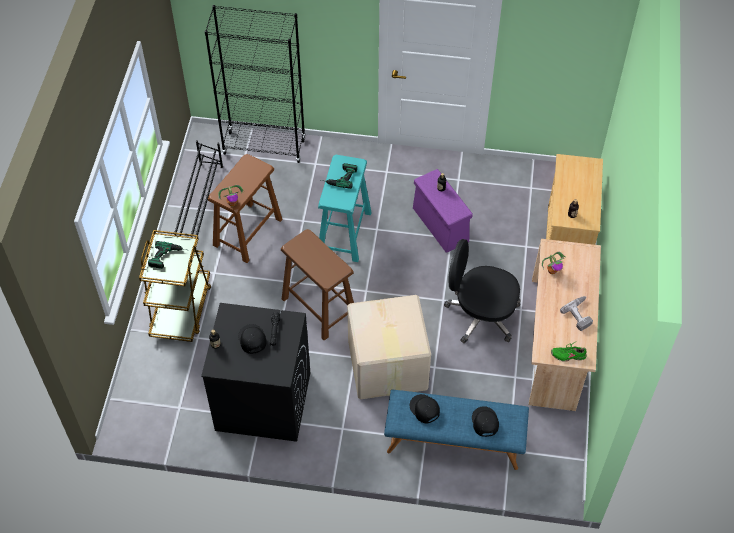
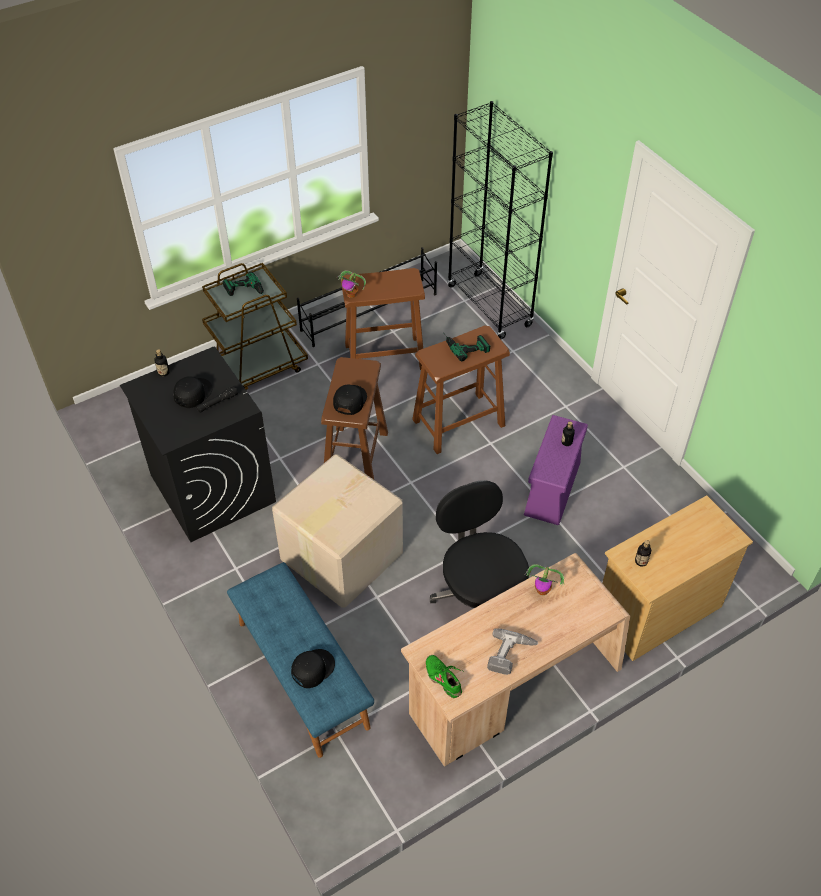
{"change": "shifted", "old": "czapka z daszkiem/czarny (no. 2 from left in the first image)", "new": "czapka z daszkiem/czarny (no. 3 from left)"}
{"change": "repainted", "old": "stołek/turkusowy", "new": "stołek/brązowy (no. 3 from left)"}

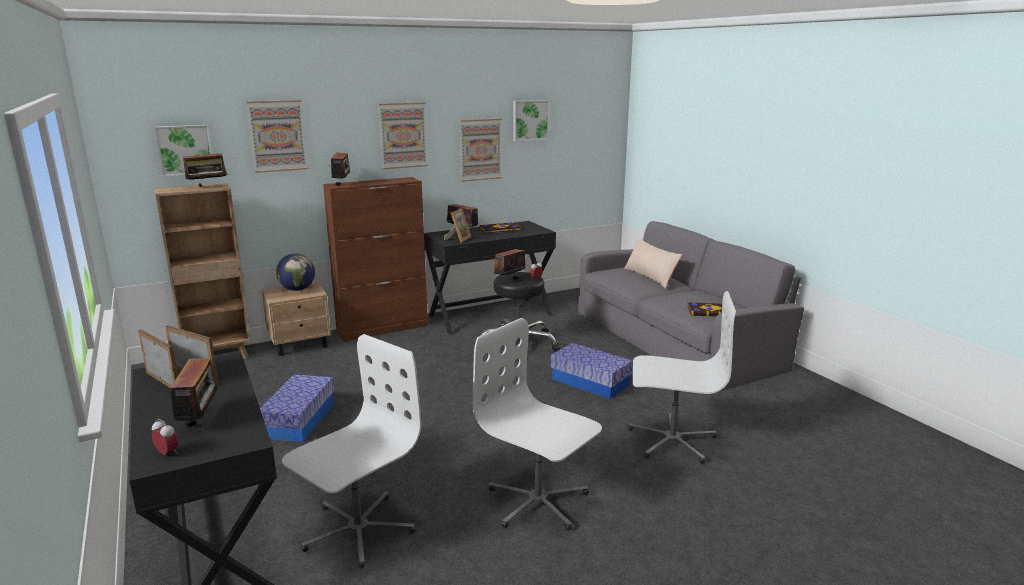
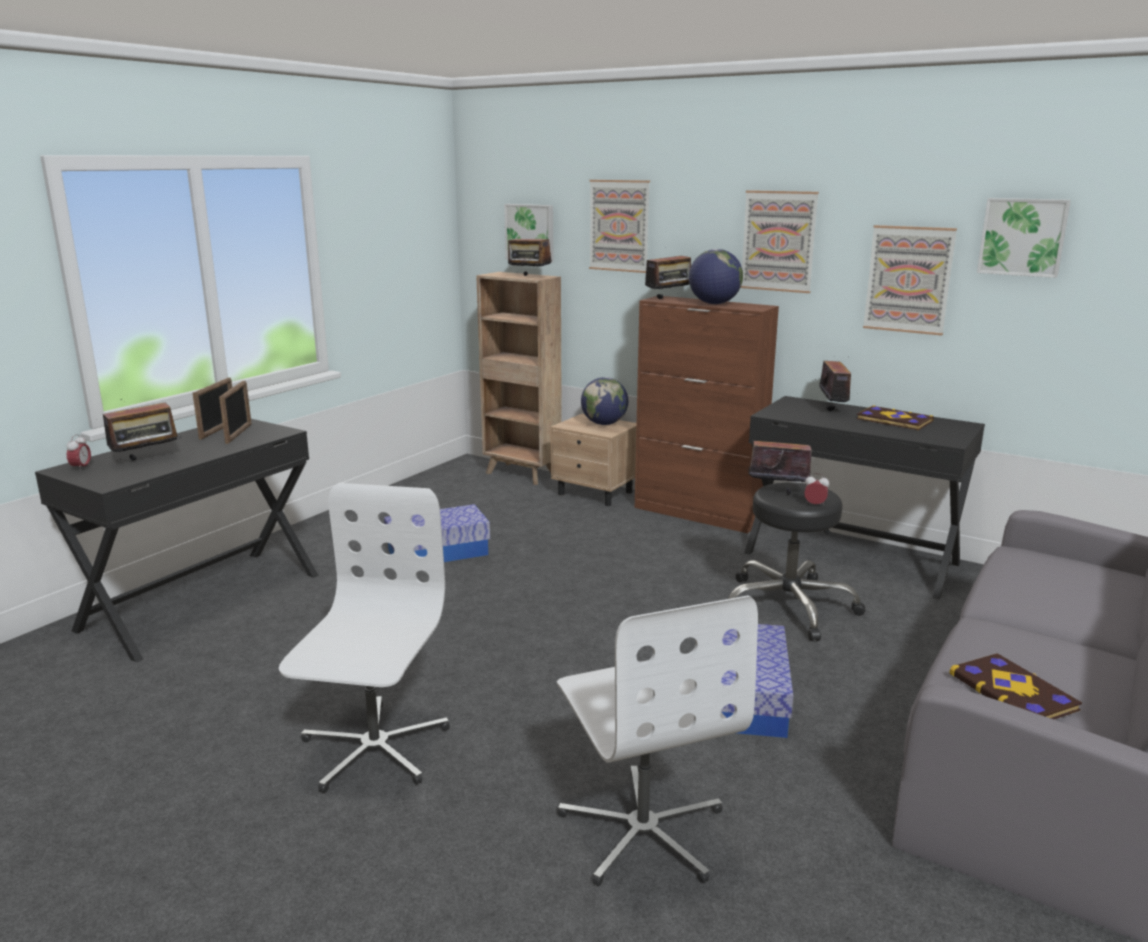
{"change": "new", "new": "globus (no. 2 from left)"}
{"change": "gone", "old": "krzesło biurowe/biały (no. 1 from left)"}
{"change": "gone", "old": "ramka na zdjęcie (no. 3 from left)"}
{"change": "gone", "old": "poduszka/beżowy"}

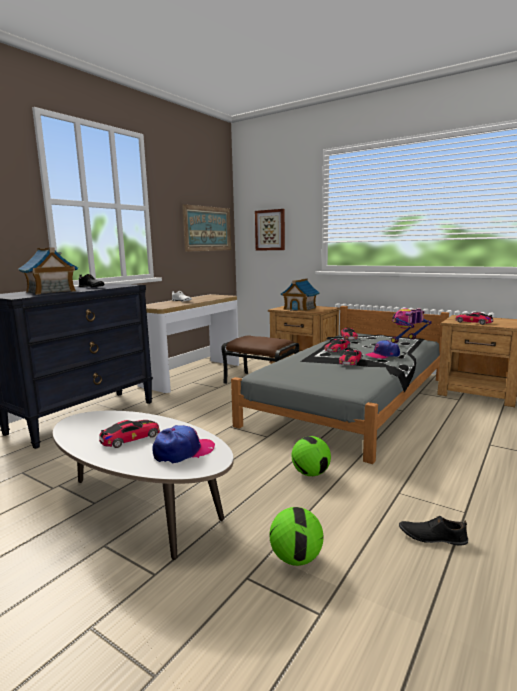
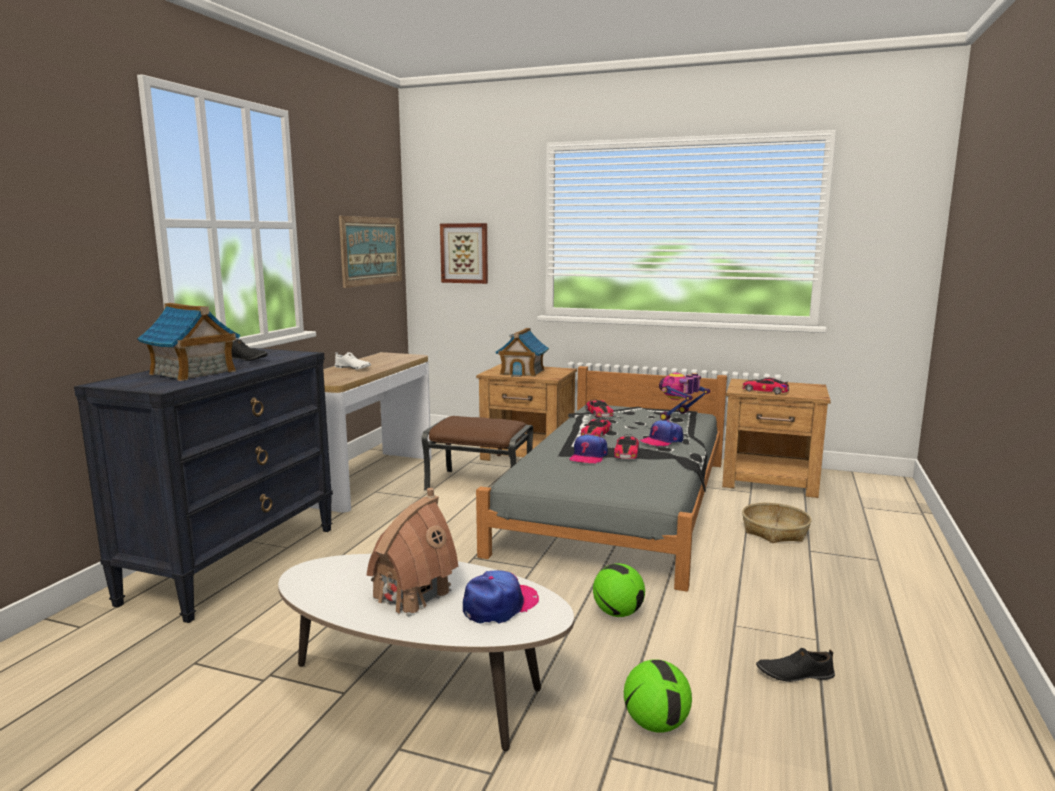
{"change": "swapped", "old": "samochodzik (no. 1 from left)", "new": "domek (no. 2 from left)"}
{"change": "new", "new": "czapka z daszkiem (no. 2 from left)"}
{"change": "new", "new": "koszyk"}

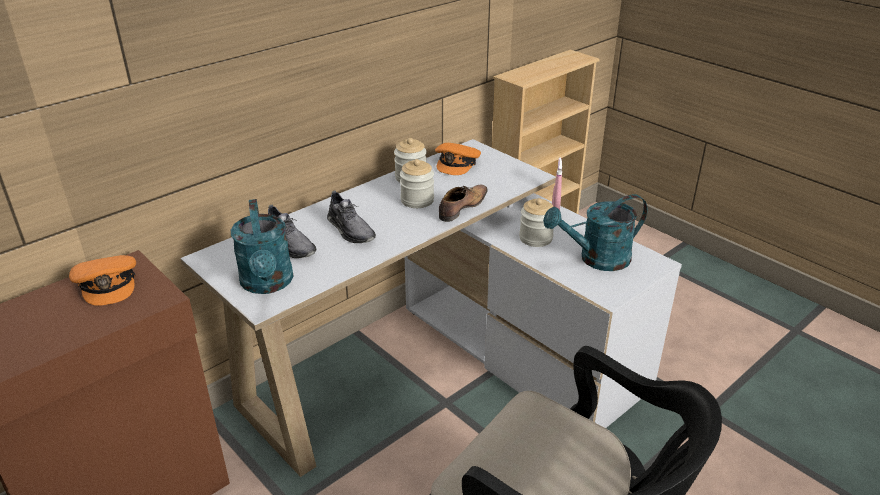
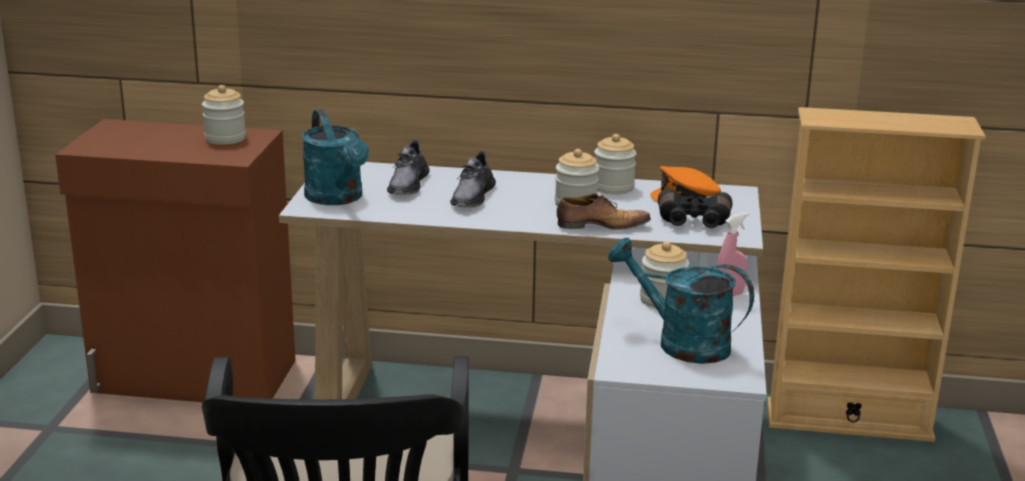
{"change": "swapped", "old": "czapka z daszkiem/pomarańczowy (no. 1 from left)", "new": "słoik (no. 1 from left)"}
{"change": "rotated", "old": "konewka/turkusowy (no. 1 from left)", "degrees": -60}
{"change": "new", "new": "lornetka/czarny"}

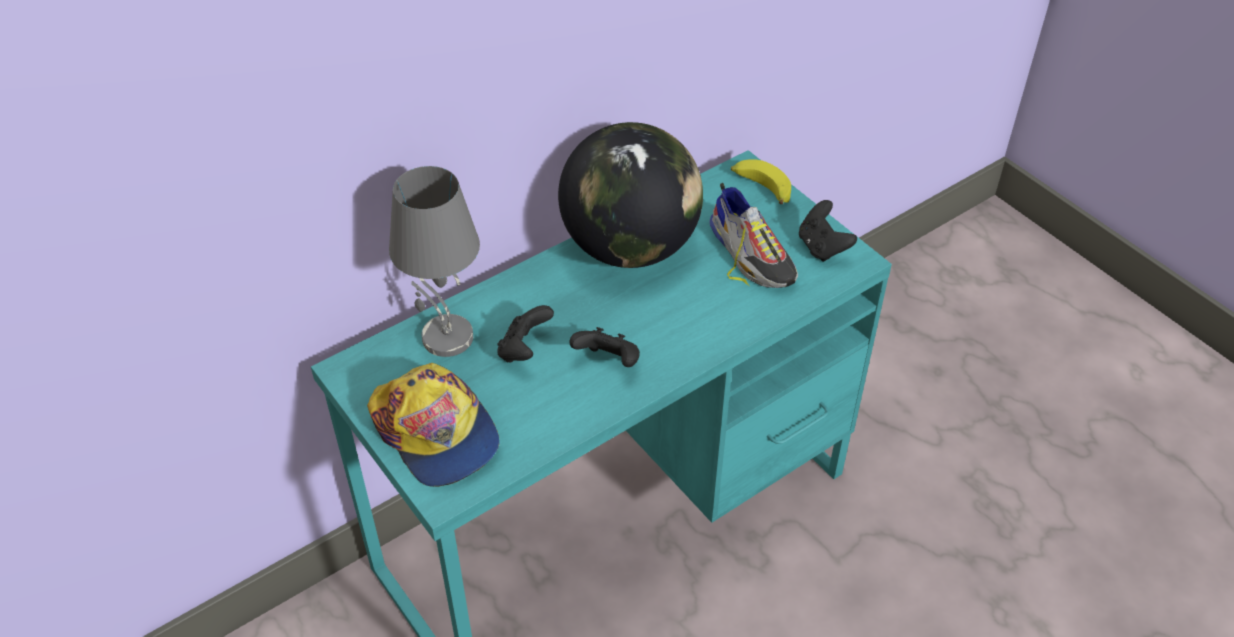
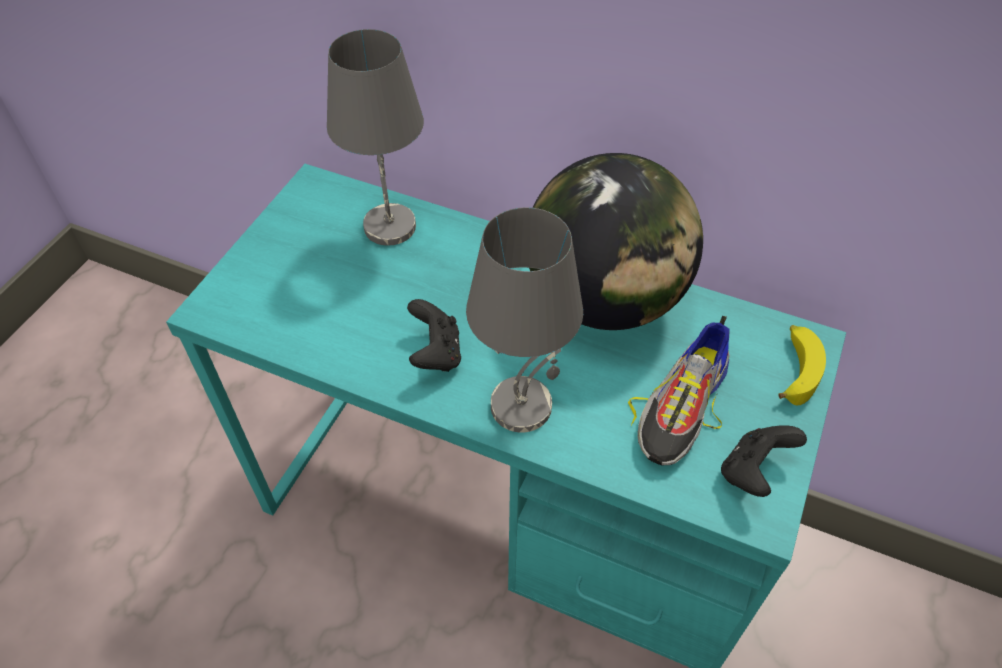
{"change": "new", "new": "lampa stołowa/szary (no. 2 from left)"}
{"change": "gone", "old": "czapka z daszkiem"}
{"change": "gone", "old": "pad do gier/czarny (no. 1 from left)"}

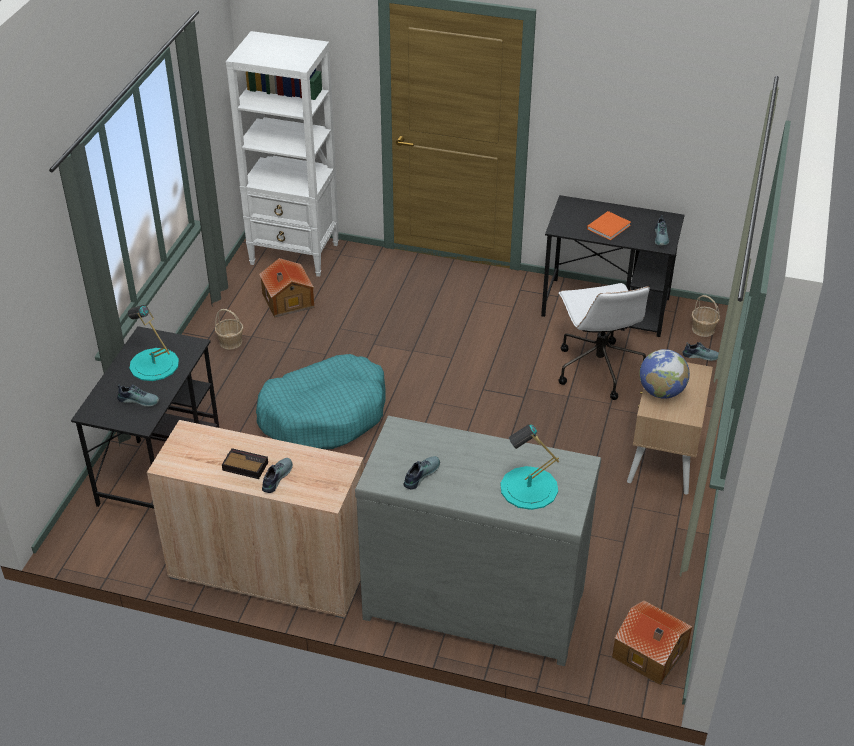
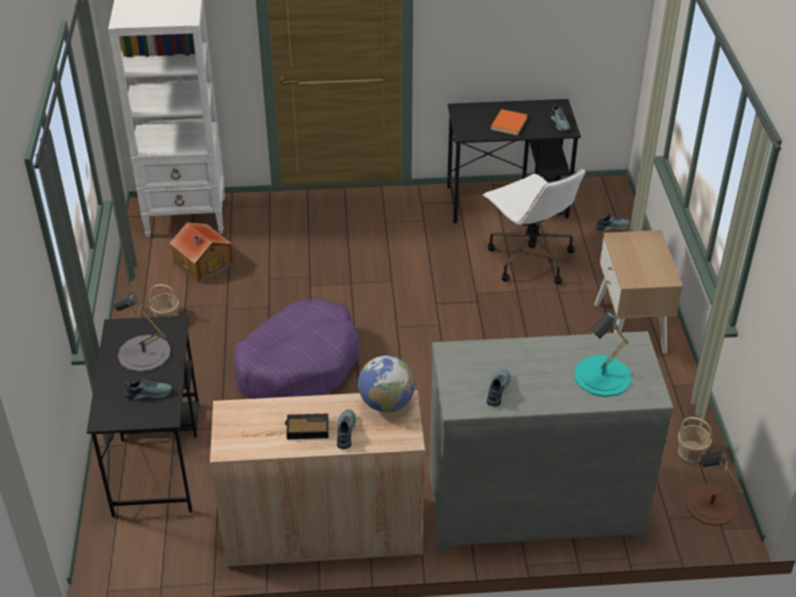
{"change": "repainted", "old": "lampa stołowa/turkusowy (no. 1 from left)", "new": "lampa stołowa/szary"}
{"change": "repainted", "old": "legowisko/turkusowy", "new": "legowisko/fioletowy"}
{"change": "shifted", "old": "globus"}
{"change": "shifted", "old": "koszyk (no. 2 from left)"}
{"change": "swapped", "old": "domek (no. 2 from left)", "new": "lampa stołowa/brązowy"}

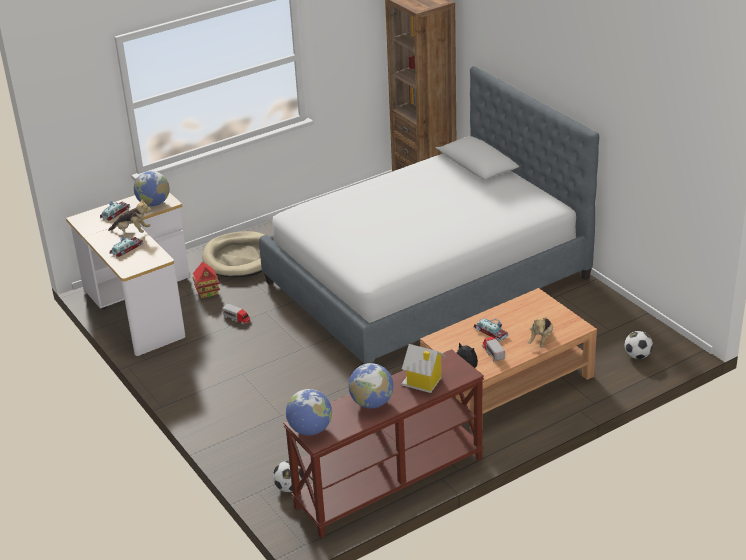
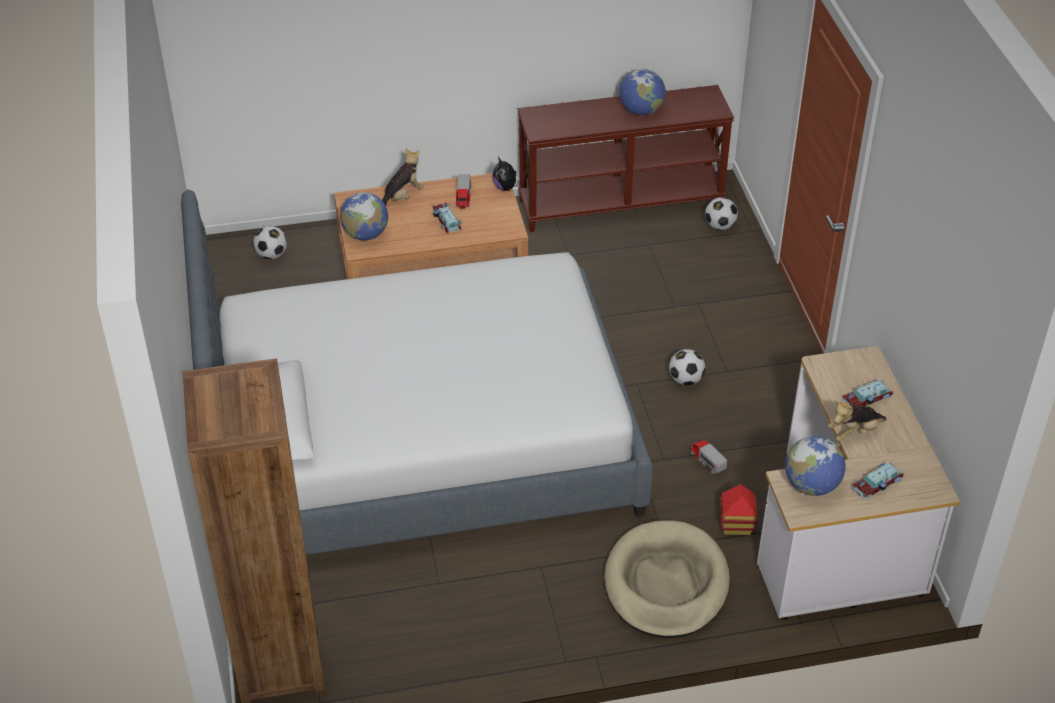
{"change": "shifted", "old": "globus (no. 2 from left in the first image)", "new": "globus (no. 1 from left)"}
{"change": "new", "new": "piłka futbolowa (no. 2 from left)"}
{"change": "rotated", "old": "pluszak (no. 1 from left in the first image)", "degrees": -60}
{"change": "gone", "old": "domek (no. 2 from left)"}

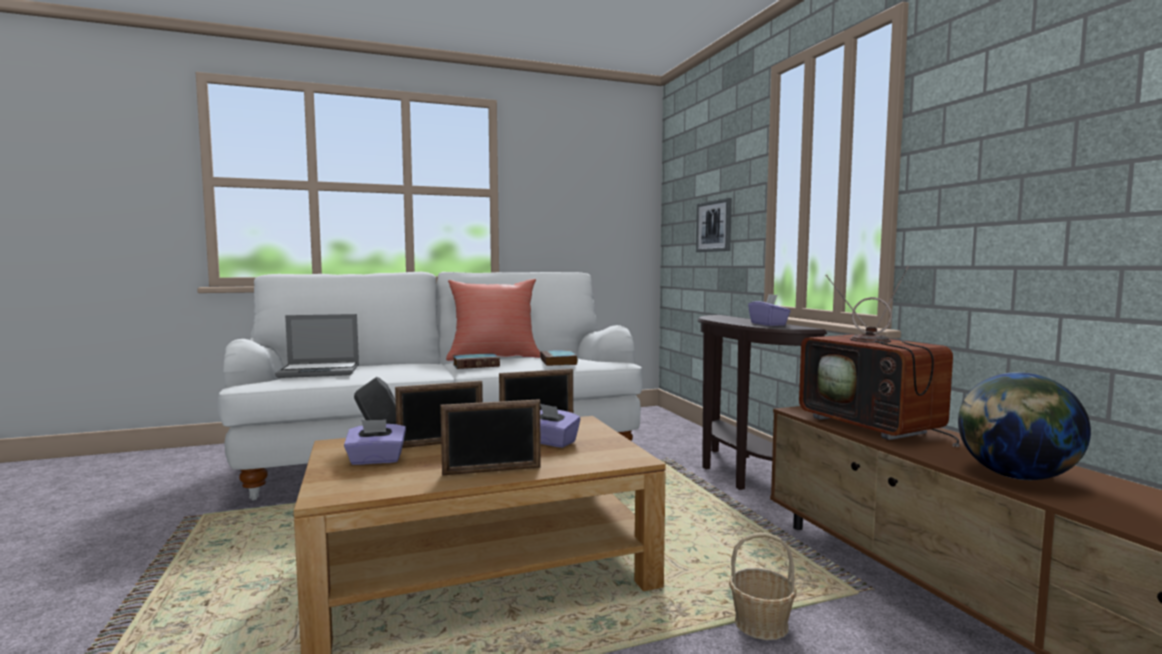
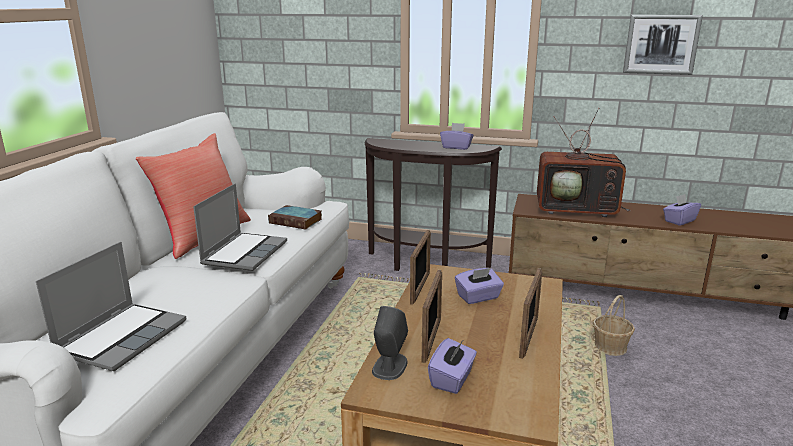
{"change": "swapped", "old": "książka (no. 1 from left)", "new": "laptop (no. 2 from left)"}
{"change": "shifted", "old": "obraz"}
{"change": "swapped", "old": "globus", "new": "pudełko chusteczek/fioletowy (no. 4 from left)"}

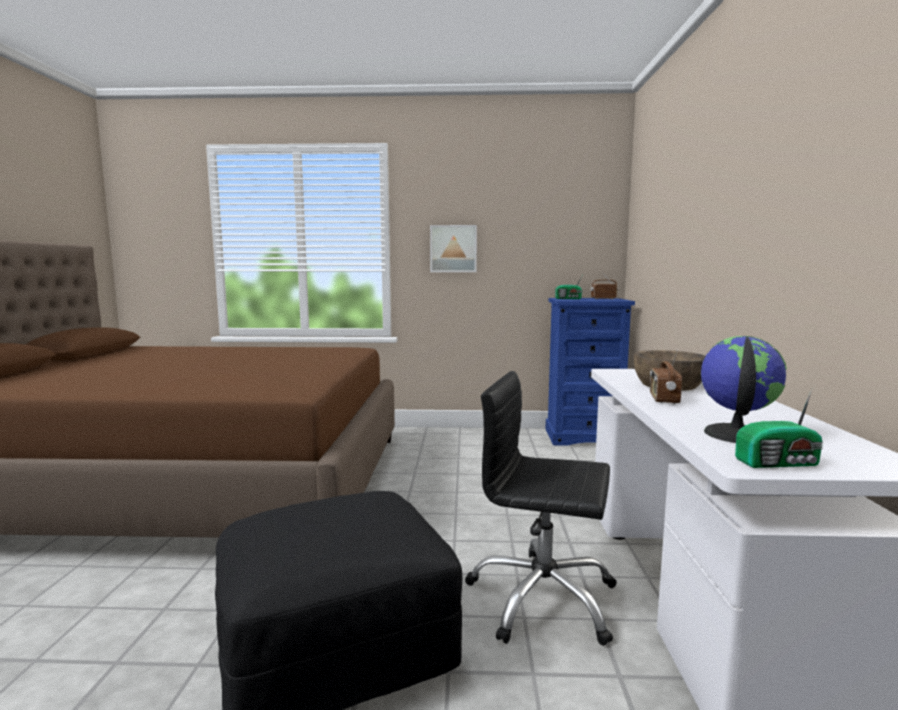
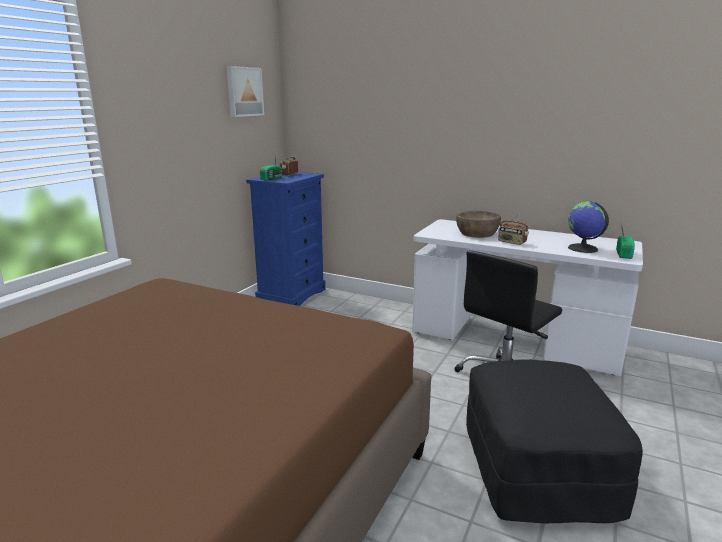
{"change": "shifted", "old": "obraz"}

